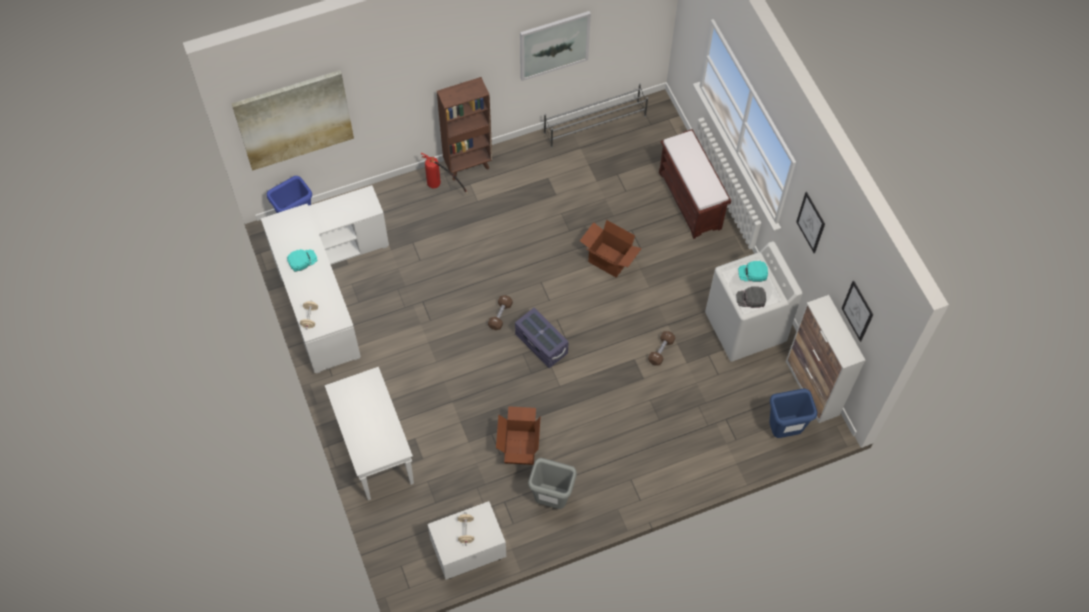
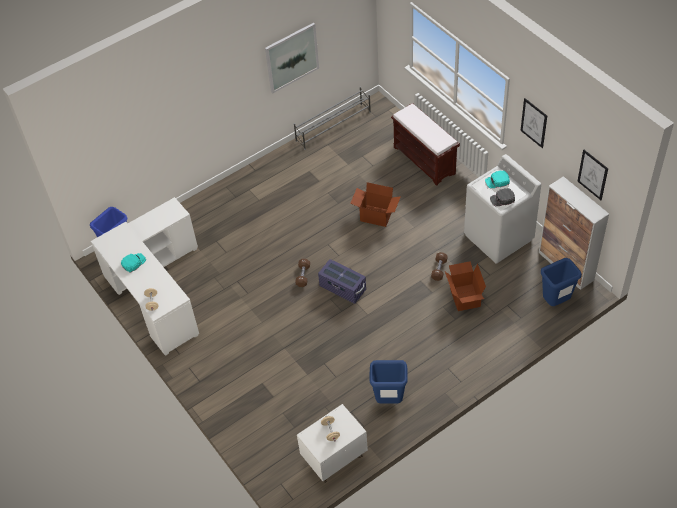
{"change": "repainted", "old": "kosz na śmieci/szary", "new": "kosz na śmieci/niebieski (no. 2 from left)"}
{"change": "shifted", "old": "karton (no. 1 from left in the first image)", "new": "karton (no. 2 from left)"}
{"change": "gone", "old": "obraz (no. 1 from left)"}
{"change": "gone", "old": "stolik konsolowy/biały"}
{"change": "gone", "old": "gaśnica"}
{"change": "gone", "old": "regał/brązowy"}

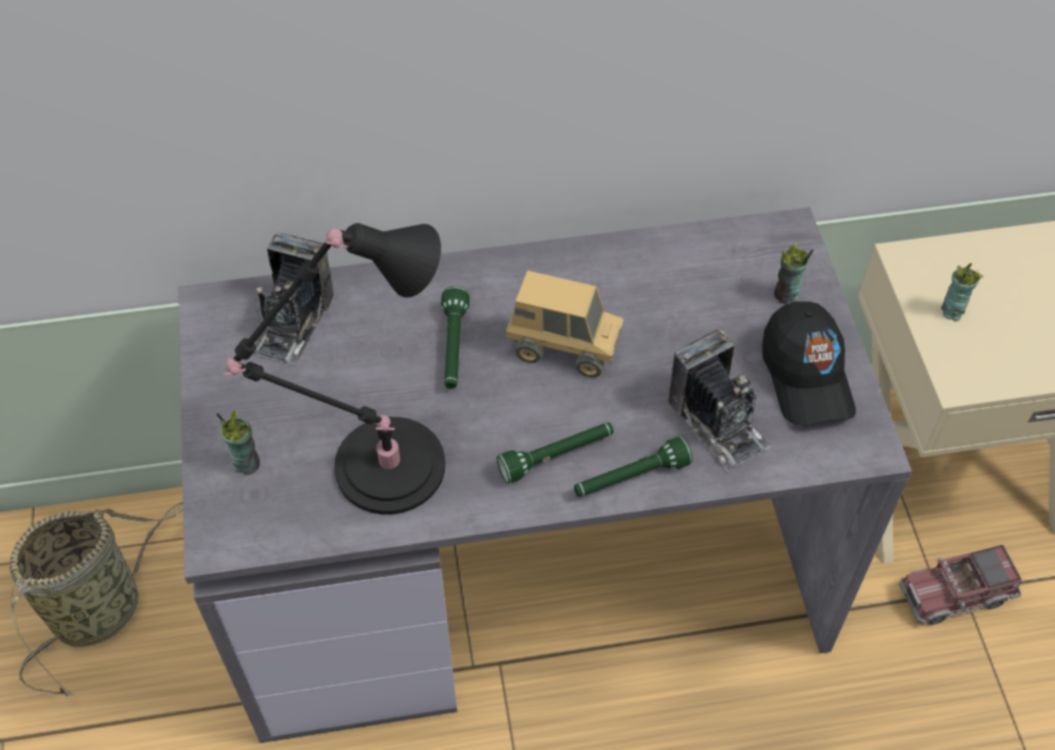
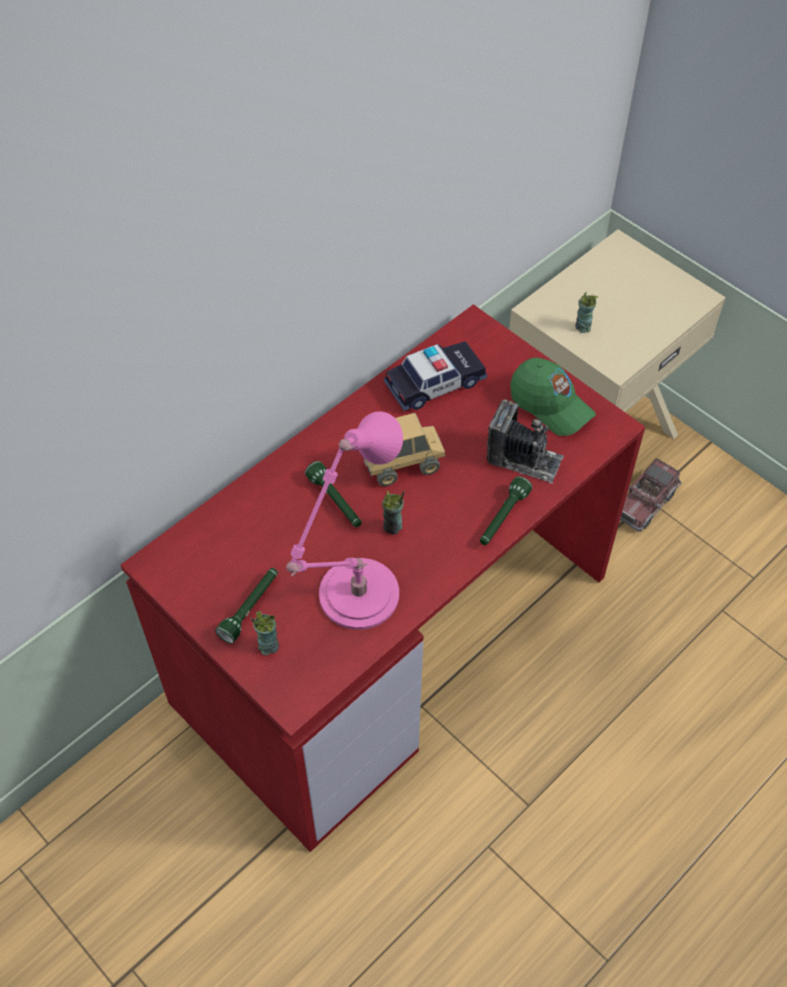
{"change": "repainted", "old": "biurko/szary", "new": "biurko/czerwony"}
{"change": "shifted", "old": "latarka/zielony (no. 2 from left in the first image)", "new": "latarka/zielony (no. 1 from left)"}
{"change": "repainted", "old": "lampa stołowa/czarny", "new": "lampa stołowa/różowy"}
{"change": "shifted", "old": "filiżanka (no. 2 from left)"}
{"change": "new", "new": "samochodzik"}
{"change": "repainted", "old": "czapka z daszkiem/czarny", "new": "czapka z daszkiem/zielony"}
{"change": "gone", "old": "koszyk"}
{"change": "gone", "old": "aparat fotograficzny (no. 1 from left)"}

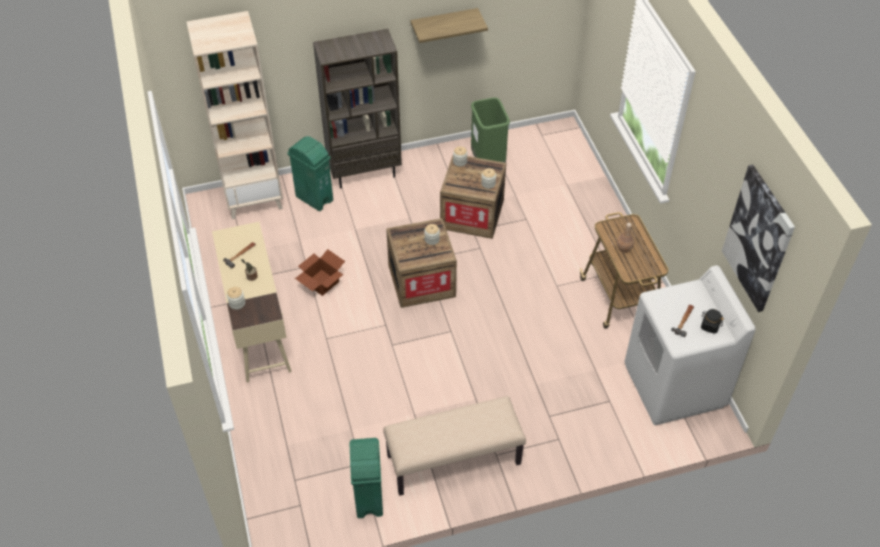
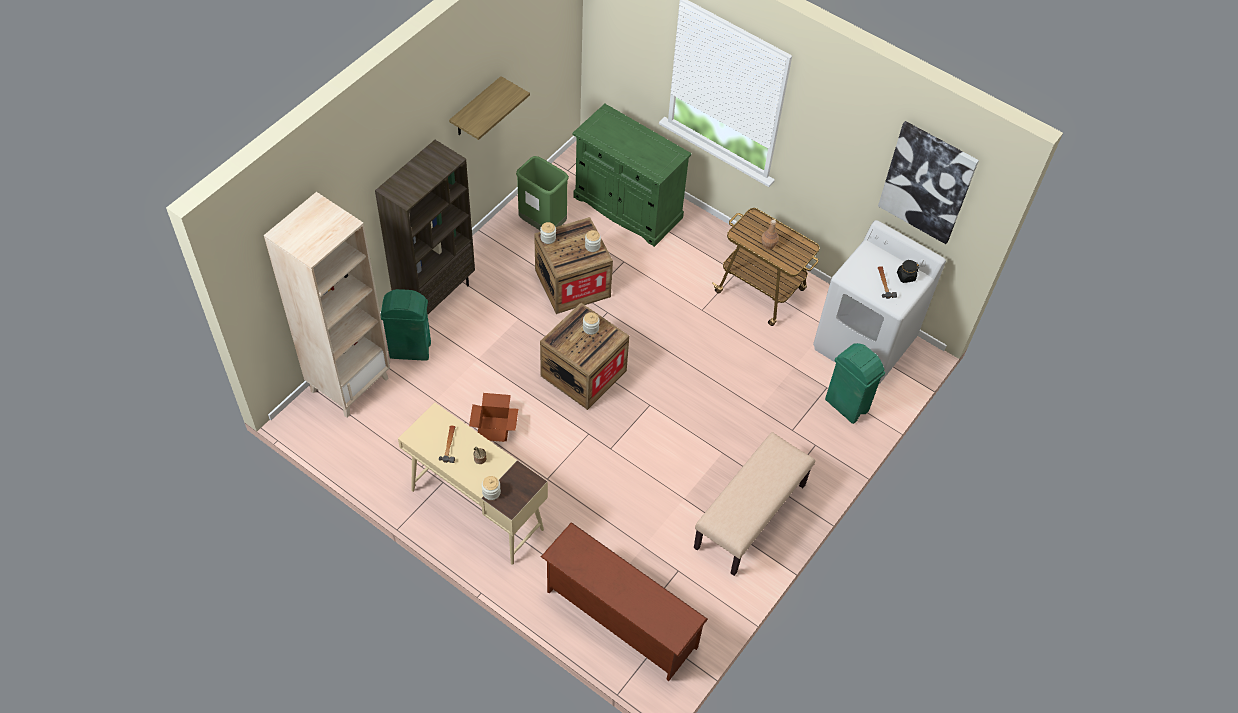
{"change": "new", "new": "regał na buty/brązowy"}
{"change": "new", "new": "szafka/zielony"}
{"change": "shifted", "old": "kosz na śmieci/zielony (no. 2 from left in the first image)", "new": "kosz na śmieci/zielony (no. 3 from left)"}

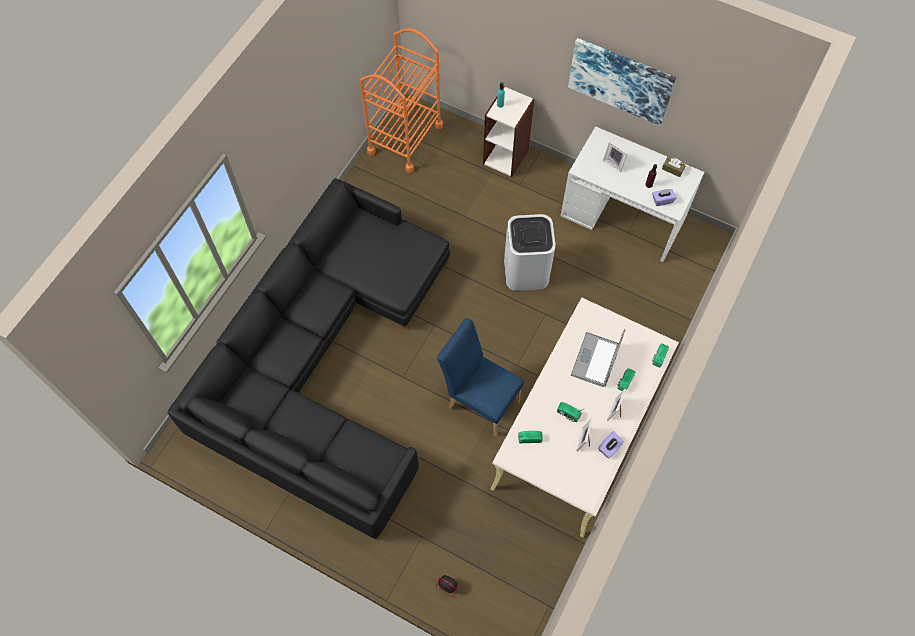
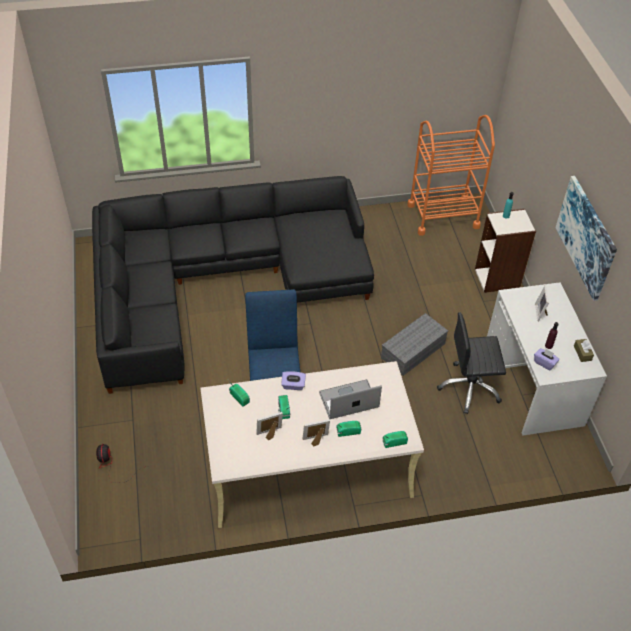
{"change": "shifted", "old": "pudełko chusteczek/fioletowy (no. 1 from left)"}
{"change": "swapped", "old": "kosz na śmieci/biały", "new": "pojemnik do przechowywania/szary"}
{"change": "new", "new": "krzesło biurowe/czarny"}

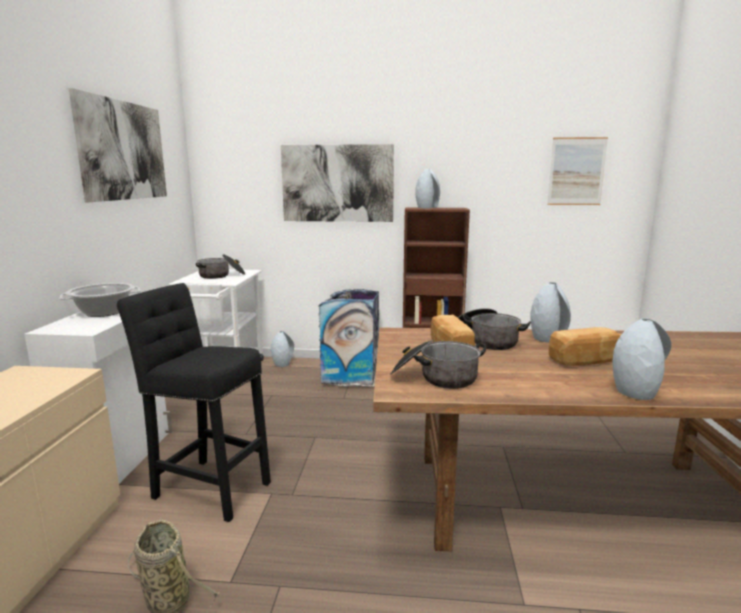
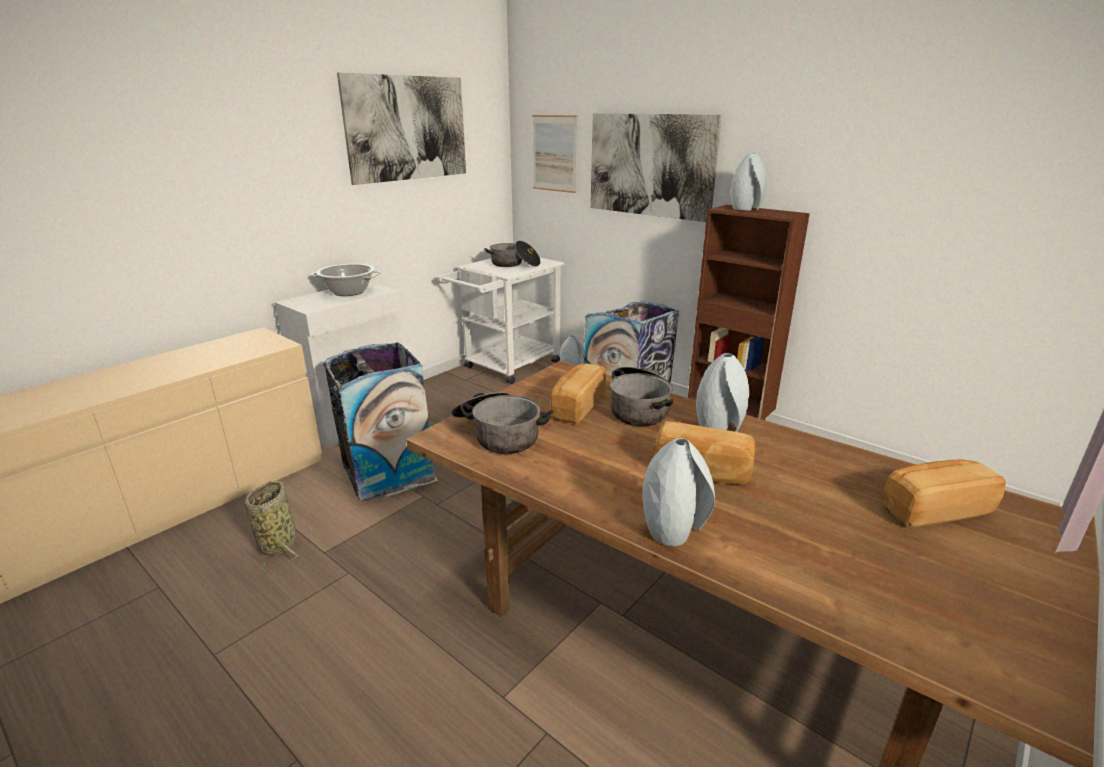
{"change": "swapped", "old": "stołek/czarny", "new": "kosz na śmieci (no. 1 from left)"}
{"change": "shifted", "old": "obraz (no. 3 from left in the first image)", "new": "obraz (no. 2 from left)"}
{"change": "new", "new": "chleb (no. 3 from left)"}

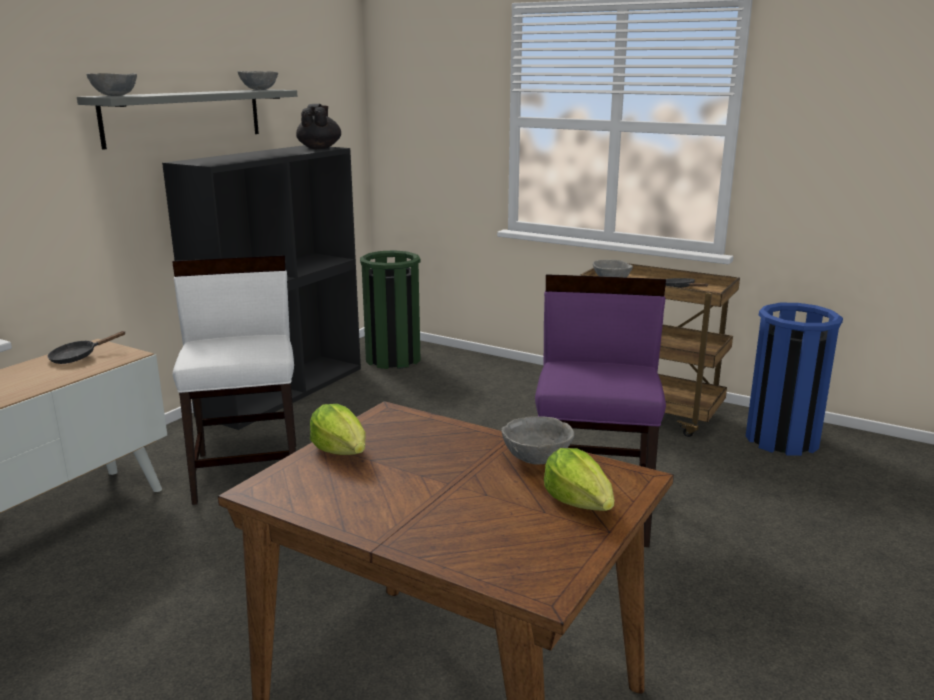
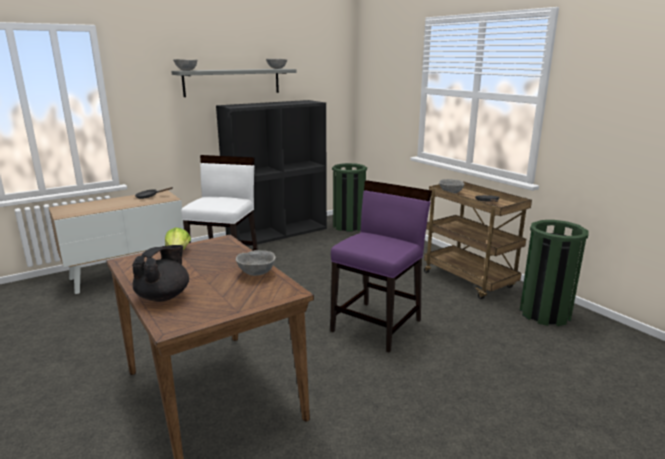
{"change": "shifted", "old": "imbryk/czarny"}
{"change": "repainted", "old": "kosz na śmieci/niebieski", "new": "kosz na śmieci/zielony (no. 2 from left)"}
{"change": "gone", "old": "sałata (no. 2 from left)"}

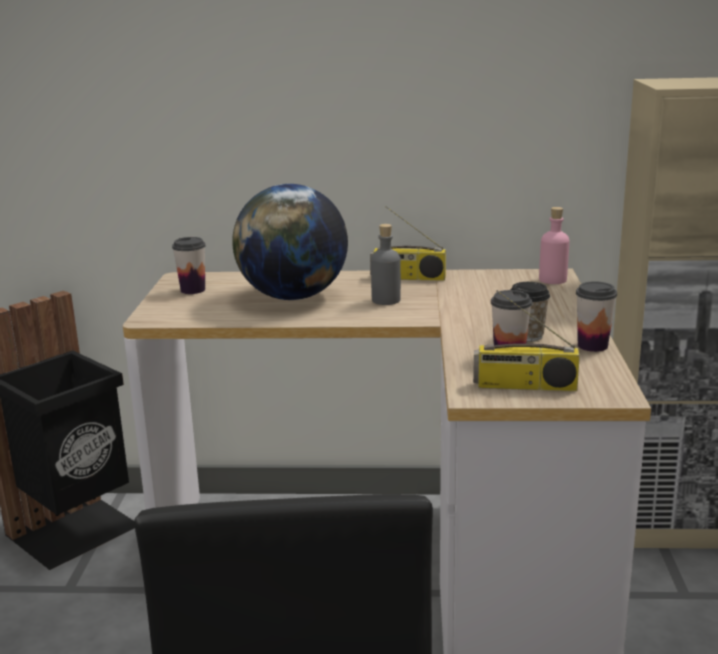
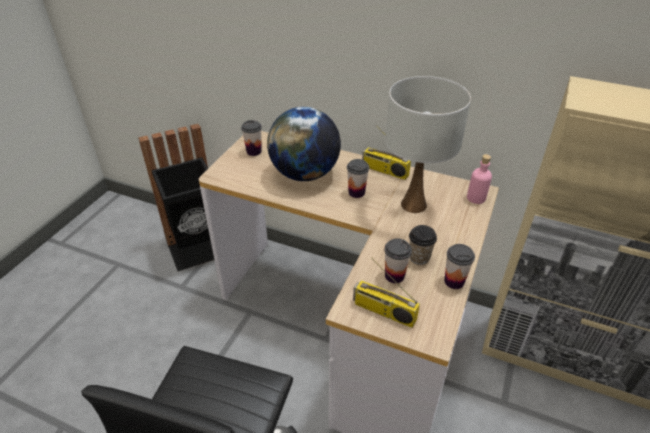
{"change": "swapped", "old": "butelka/szary", "new": "filiżanka (no. 2 from left)"}
{"change": "new", "new": "lampa stołowa/biały"}

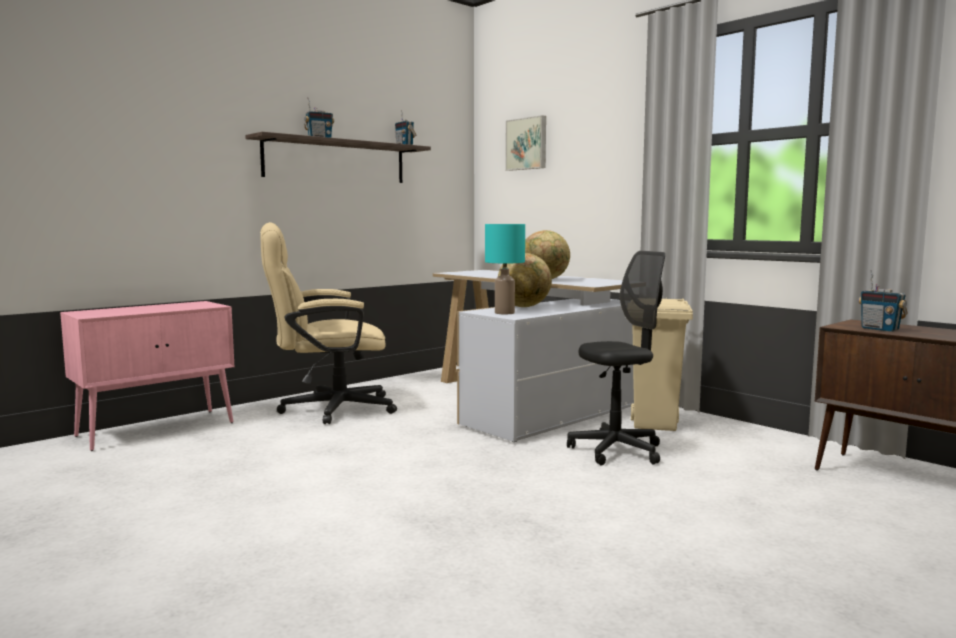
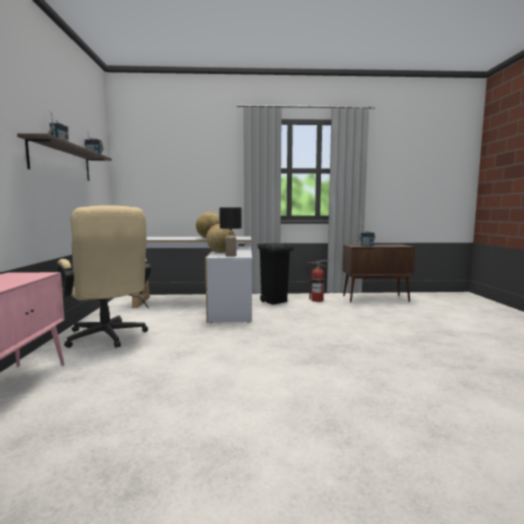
{"change": "rotated", "old": "krzesło biurowe/beżowy", "degrees": -60}
{"change": "repainted", "old": "lampa stołowa/turkusowy", "new": "lampa stołowa/czarny"}
{"change": "repainted", "old": "kosz na śmieci/beżowy", "new": "kosz na śmieci/czarny"}
{"change": "new", "new": "gaśnica"}
{"change": "gone", "old": "obraz"}
{"change": "gone", "old": "krzesło biurowe/czarny"}

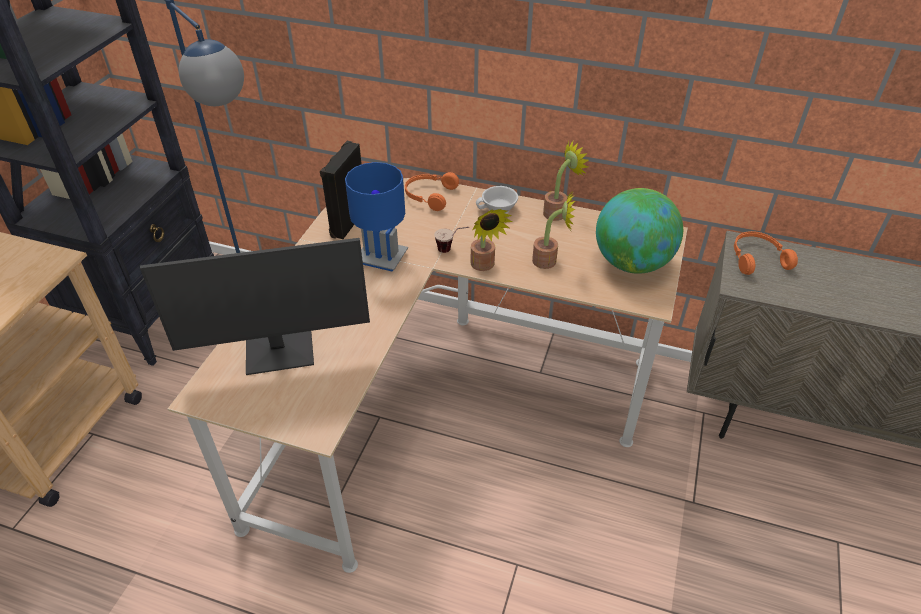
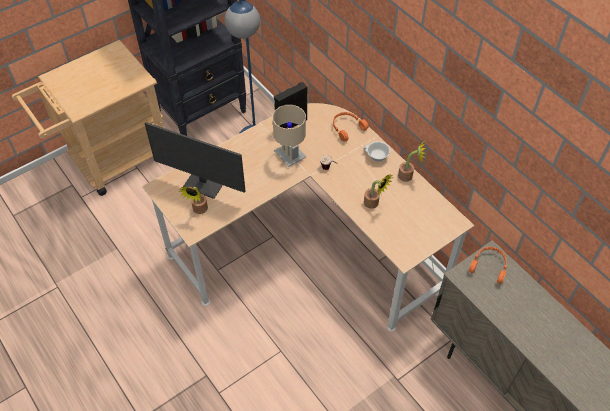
{"change": "shifted", "old": "roślina doniczkowa (no. 1 from left)"}
{"change": "repainted", "old": "lampa stołowa/niebieski", "new": "lampa stołowa/beżowy"}
{"change": "gone", "old": "globus"}

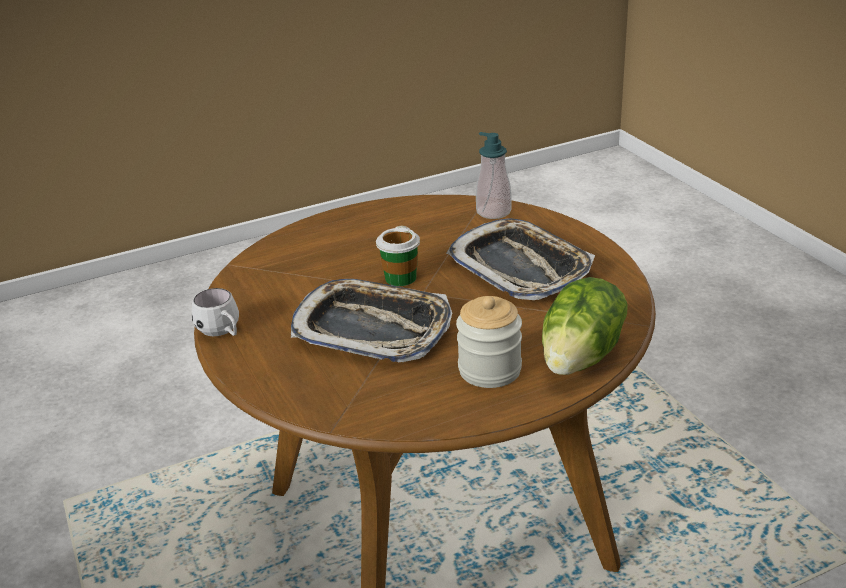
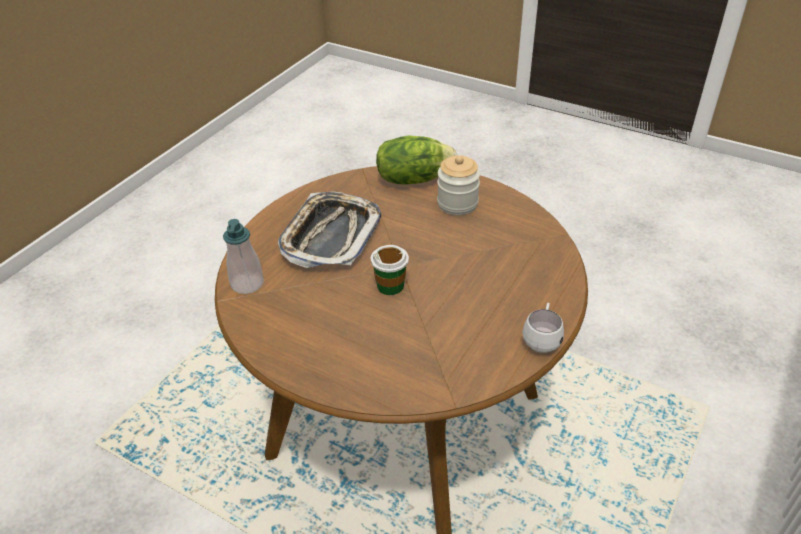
{"change": "gone", "old": "taca (no. 1 from left)"}

